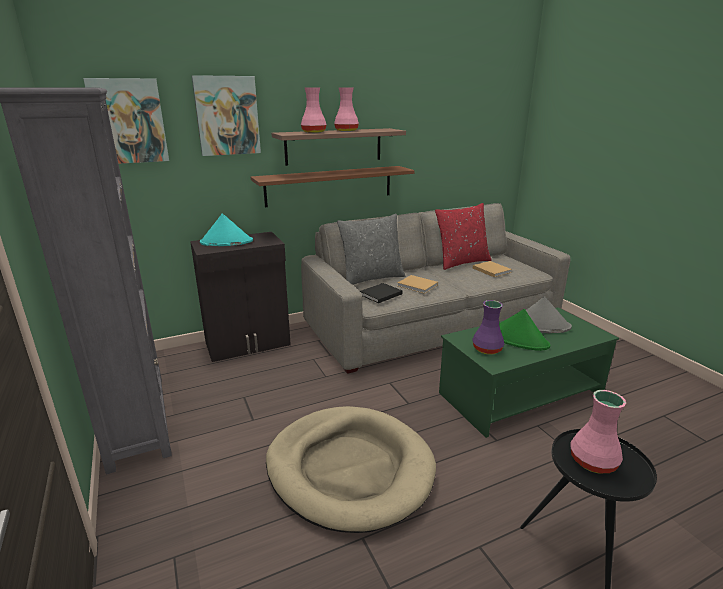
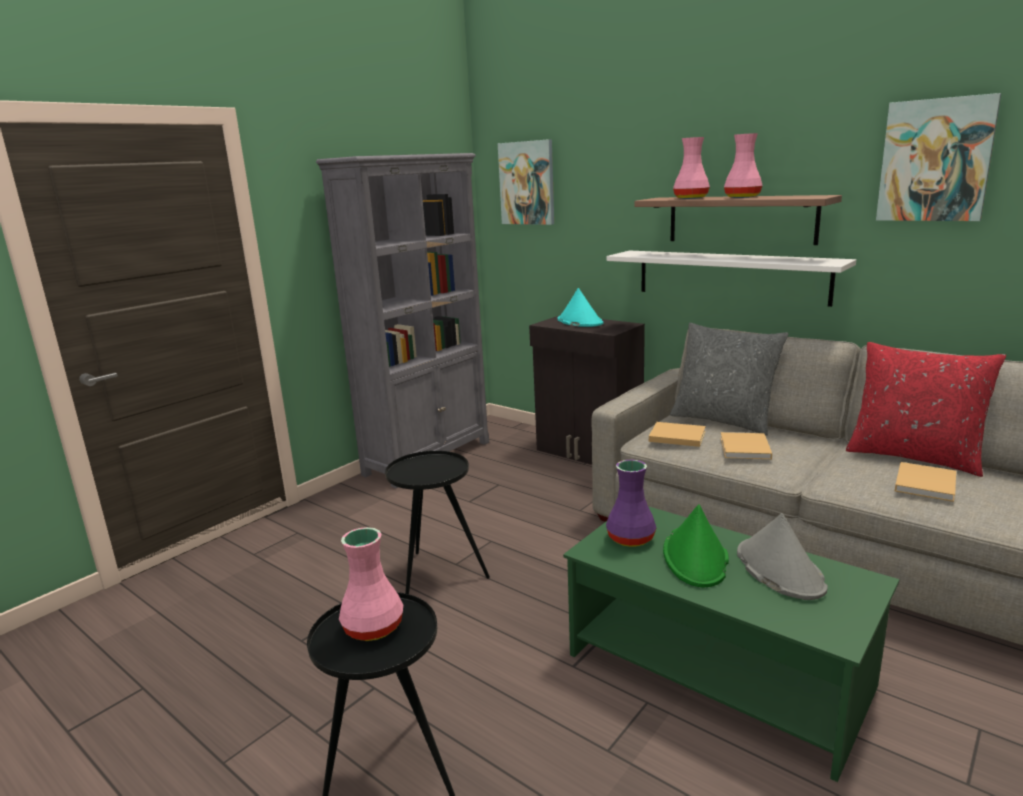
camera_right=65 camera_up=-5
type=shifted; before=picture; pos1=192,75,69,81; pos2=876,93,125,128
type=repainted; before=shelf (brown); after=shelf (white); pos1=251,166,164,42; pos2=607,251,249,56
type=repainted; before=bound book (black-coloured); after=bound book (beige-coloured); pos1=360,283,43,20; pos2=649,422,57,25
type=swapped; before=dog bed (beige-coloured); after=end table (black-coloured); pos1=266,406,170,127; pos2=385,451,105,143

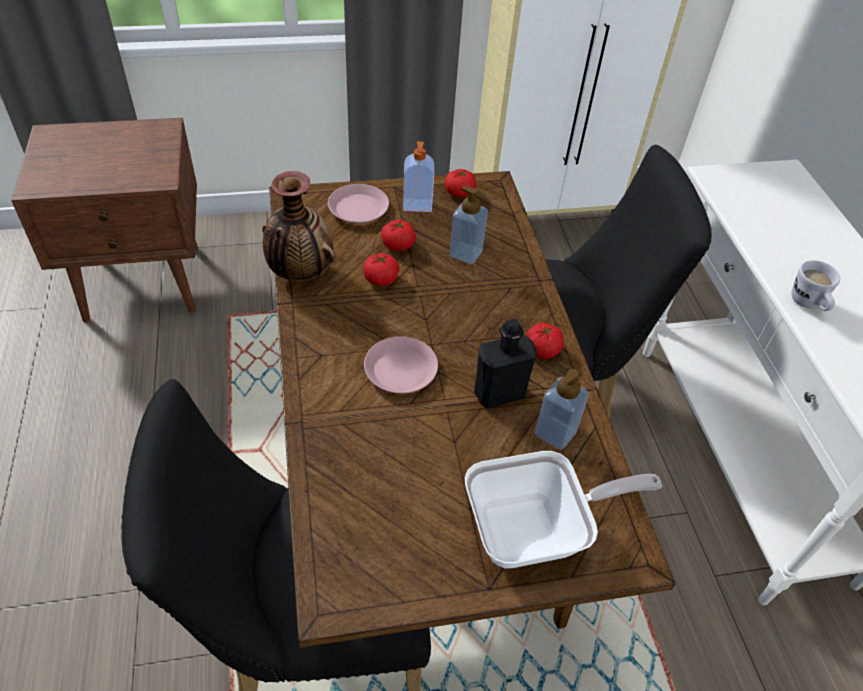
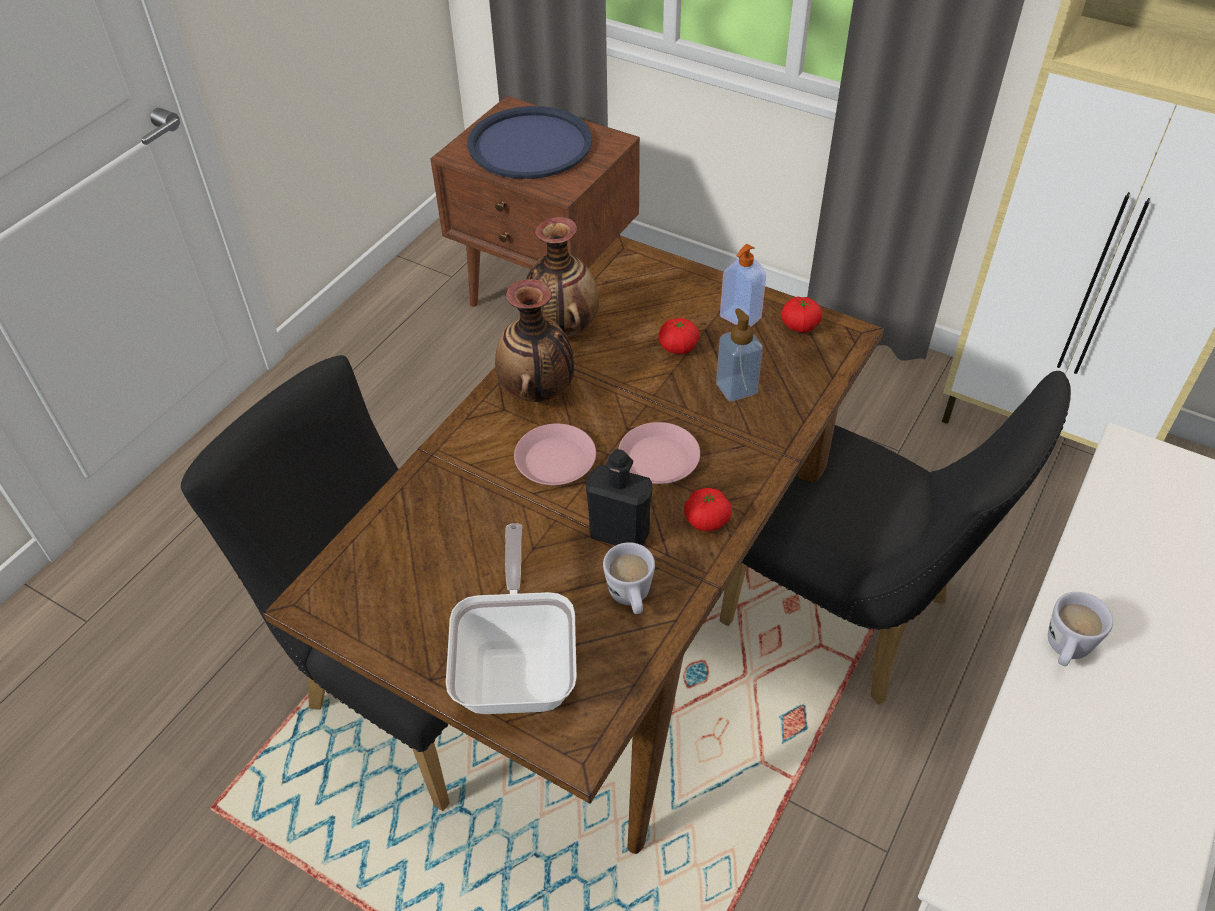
camera_right=45 camera_up=0
type=shifted; before=plate (pink); pos1=328,184,61,40; pos2=618,422,82,62
type=gone; before=fresh tomato; pos1=363,253,36,33
type=swapped; before=liquid soap bottle; after=coffee mug (white); pos1=535,369,54,81; pos2=603,542,52,72
type=rotated; before=frying pan; pos1=465,451,197,117; pos2=446,523,131,191; turn=-120
type=new; after=tray (blue); pos2=467,106,125,73
type=new; after=decorative vase; pos2=495,279,79,123

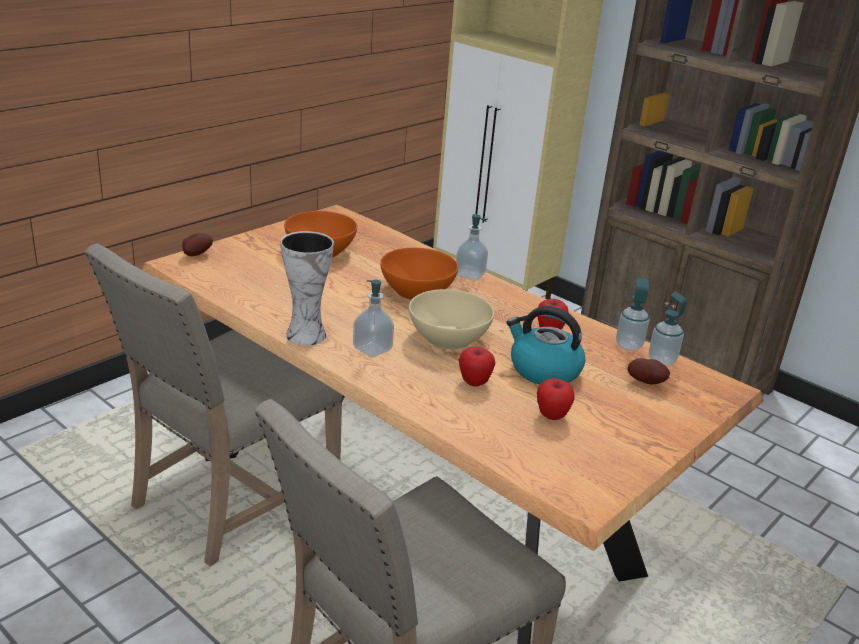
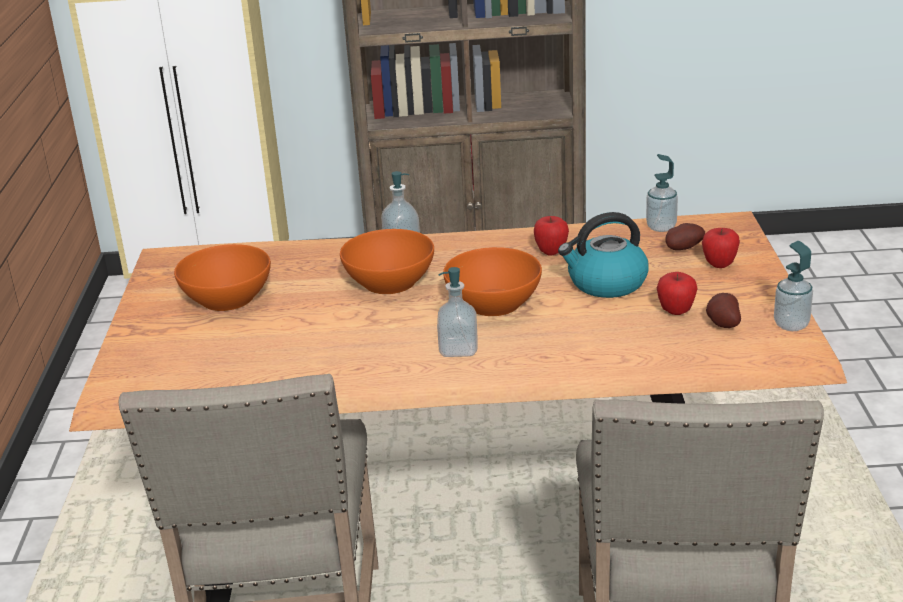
camera_right=-40 camera_up=0
type=gone; before=decorative vase; pos1=281,231,53,115
type=shifted; before=whole potato; pos1=182,233,31,23; pos2=706,293,35,35
type=shifted; before=liquid soap bottle; pos1=616,278,34,72; pos2=774,241,39,90
type=repainted; before=serving bowl (beige-coloured); after=serving bowl (orange); pos1=409,289,85,61; pos2=443,247,99,69
type=shifted; before=apple; pos1=459,347,37,40; pos2=702,228,38,40

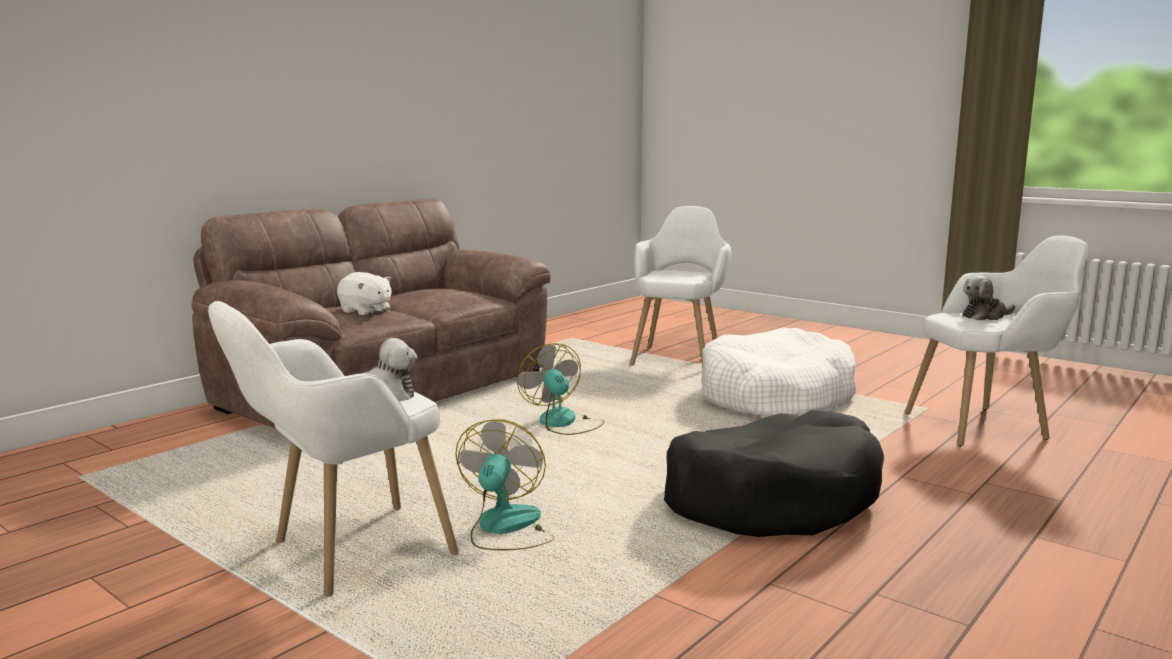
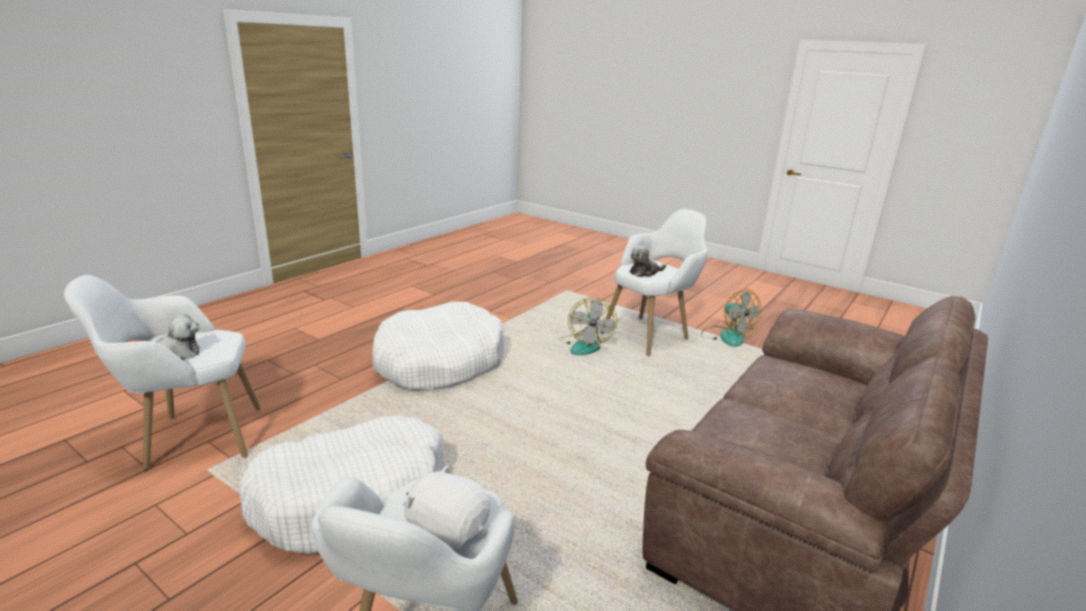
camera_right=175 camera_up=10
type=shifted; before=plush toy (white); pos1=337,272,55,44; pos2=403,464,87,88
type=shifted; before=cooling fan; pos1=517,343,87,92; pos2=701,289,60,58
type=repainted; before=dog bed (black-coloured); after=dog bed (white); pos1=664,410,220,127; pos2=372,302,133,88

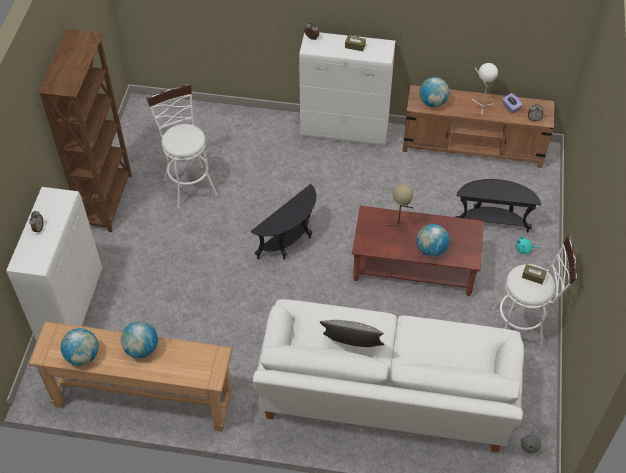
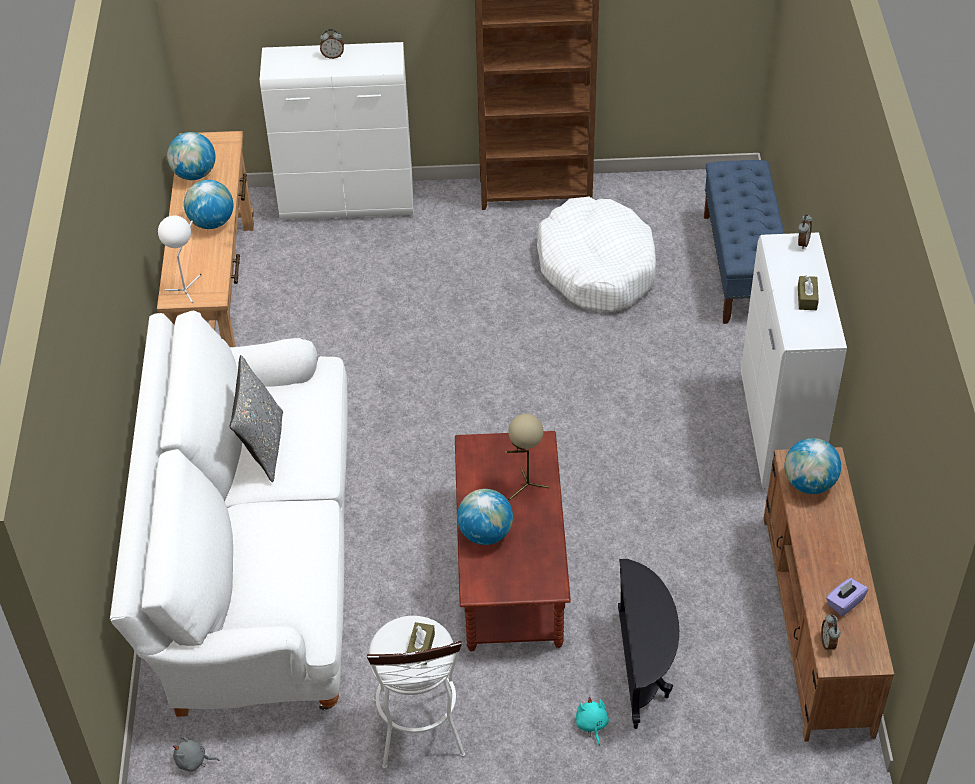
camera_right=80 camera_up=-5
type=shifted; before=tabletop lamp (white); pos1=471,63,27,52; pos2=158,215,43,88
type=swapped; before=stool seat (white); after=dog bed (white); pos1=146,84,72,125; pos2=537,197,119,115
type=gone; before=end table (black-coloured); pos1=251,184,66,76
type=new; after=long seat (blue); pos2=704,160,81,164

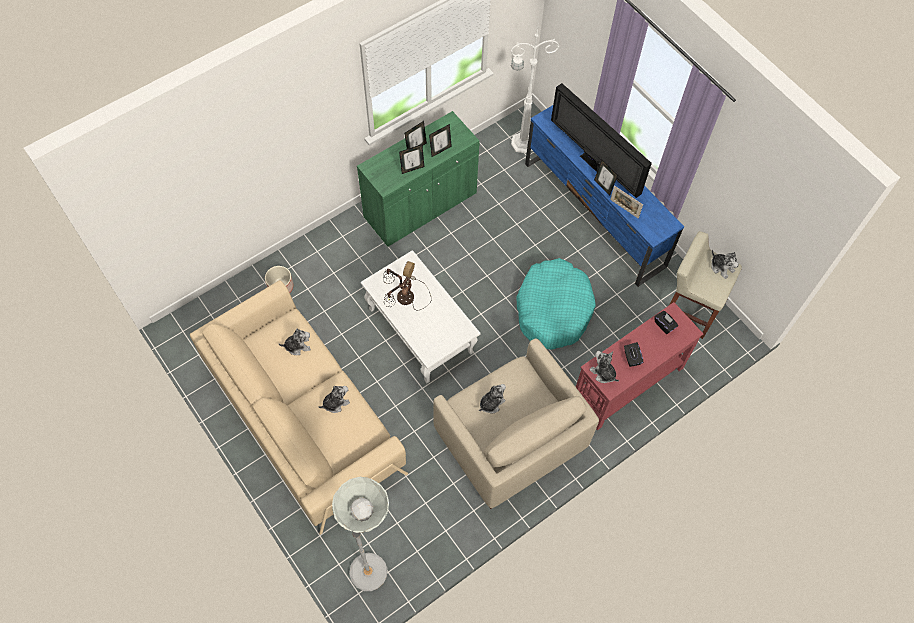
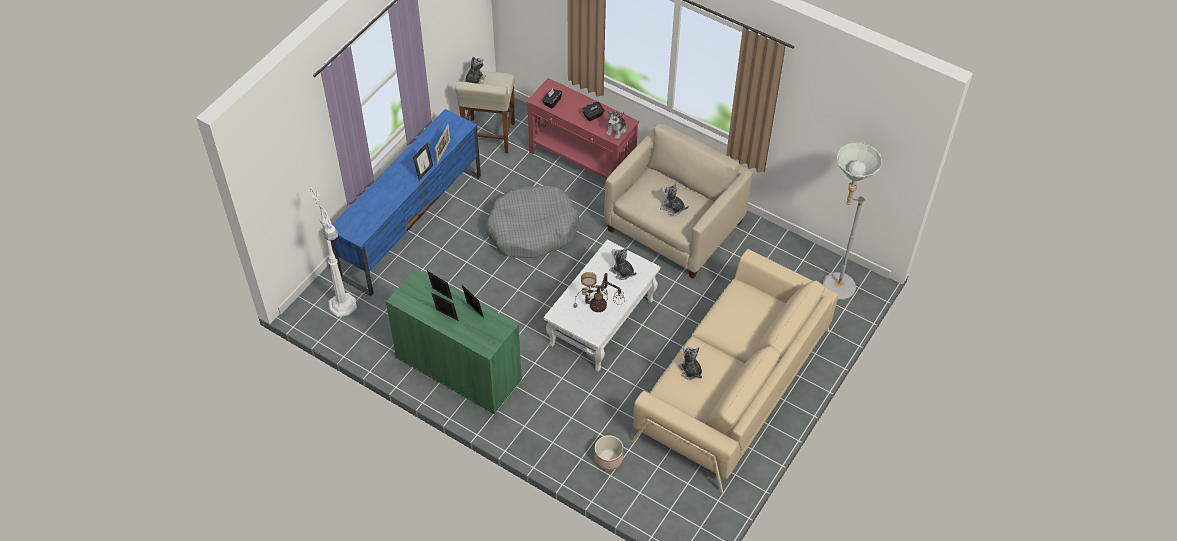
camera_right=-110 camera_up=-10
type=gone; before=TV; pos1=551,83,101,115
type=repainted; before=dog bed (turquoise-coloured); after=dog bed (grey); pos1=516,258,80,92; pos2=486,186,93,72
type=shifted; before=plush toy; pos1=318,386,32,27; pos2=609,247,27,33

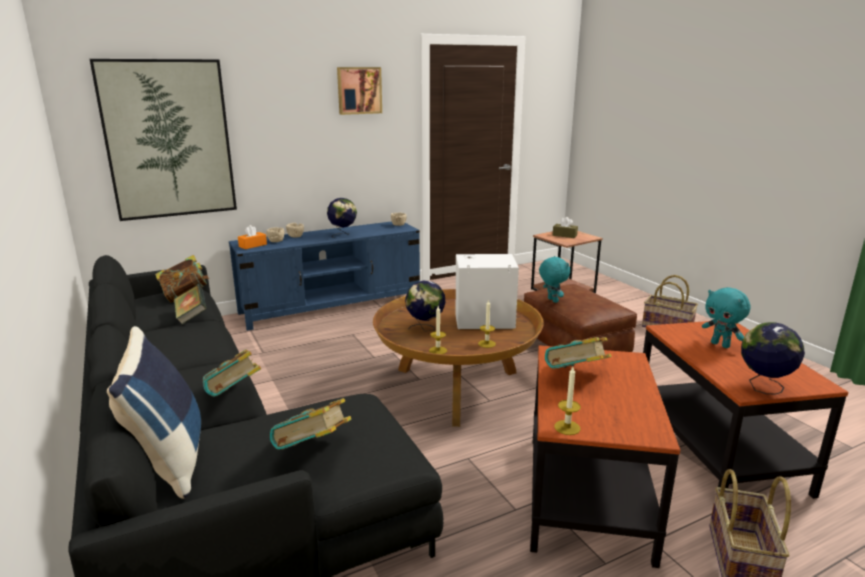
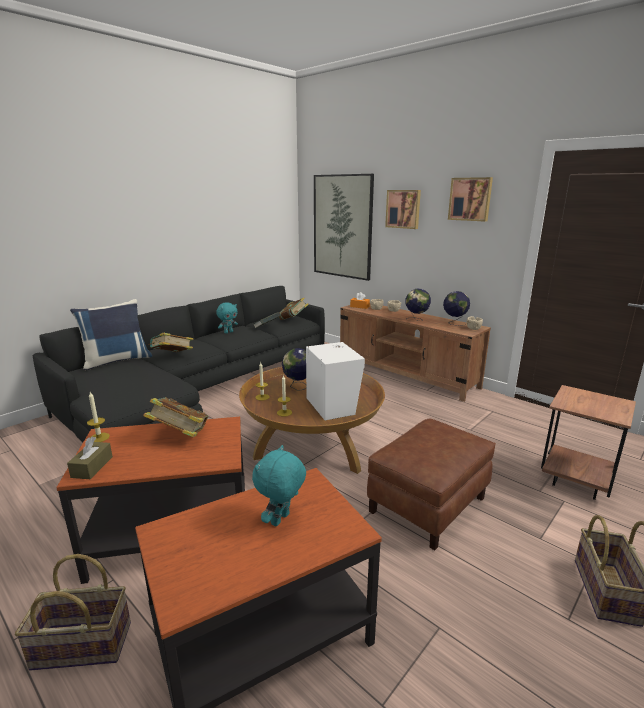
camera_right=70 camera_up=0
type=shifted; before=box of tissues (brown); pos1=553,217,25,21; pos2=67,437,46,42
type=repainted; before=media console (blue); after=media console (brown); pos1=229,221,191,110; pos2=340,304,151,98
type=shifted; before=plush toy (turquoise-coloured); pos1=539,256,31,47; pos2=216,302,22,32
type=shifted; before=desk globe; pos1=741,322,64,72; pos2=443,291,27,35
type=gone; before=bound book; pos1=270,398,81,52
type=new; after=picture; pos2=385,190,36,39

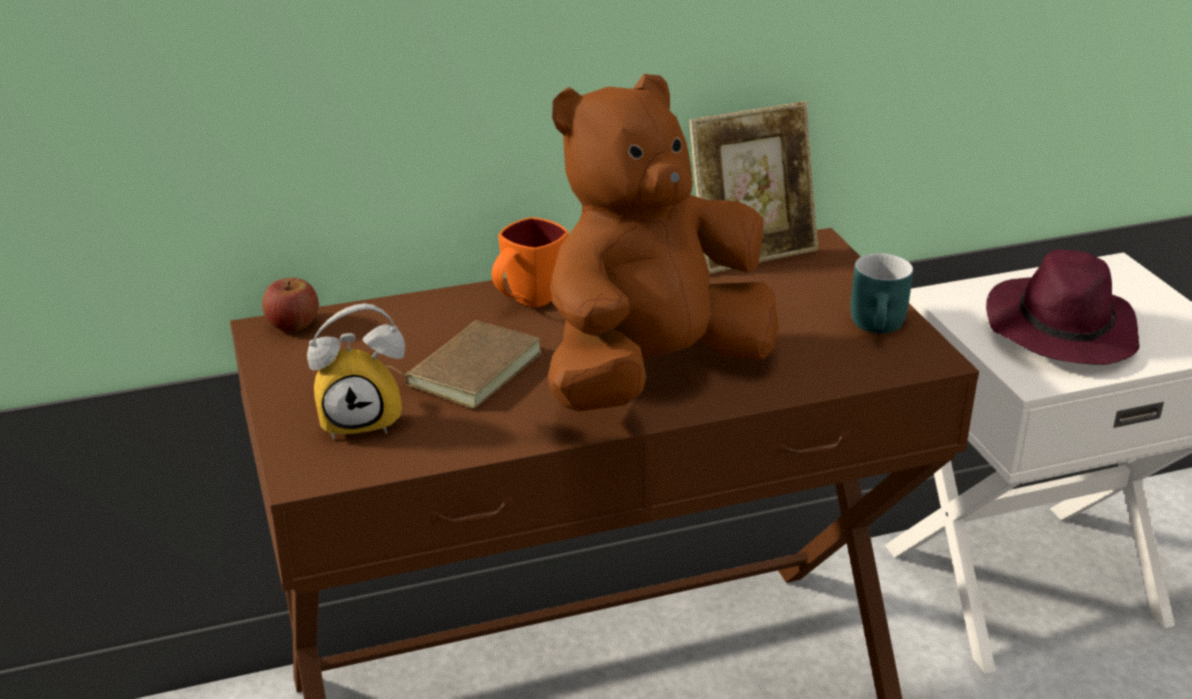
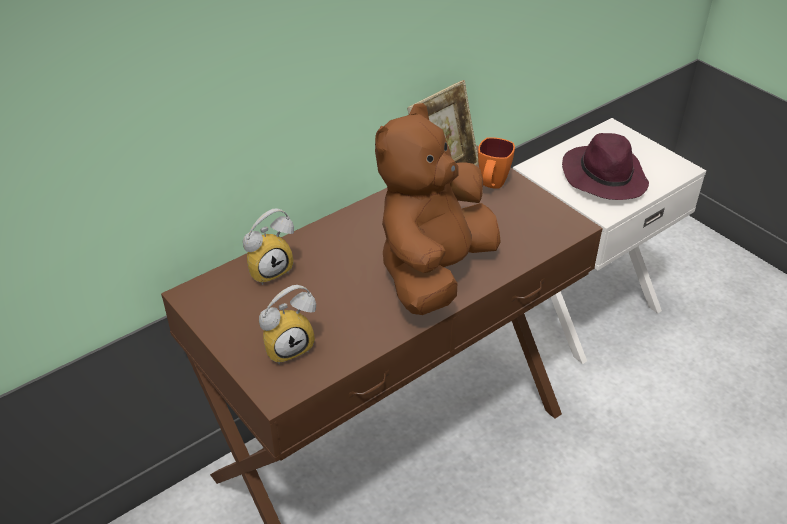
camera_right=-20 camera_up=10
type=shifted; before=coffee mug (orange); pos1=492,217,76,91; pos2=478,137,37,52
type=gone; before=coffee mug (turquoise-coloured); pos1=851,253,62,80
type=gone; before=apple; pos1=262,278,57,54
type=gone; before=bound book (brown); pos1=386,320,156,88
type=new; after=alarm clock; pos2=243,208,51,77

